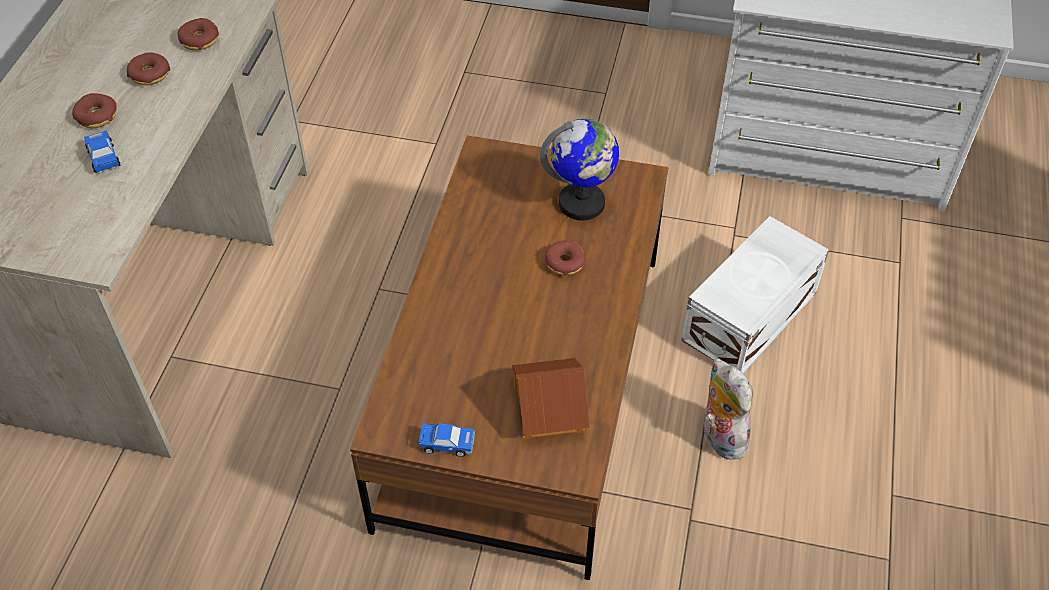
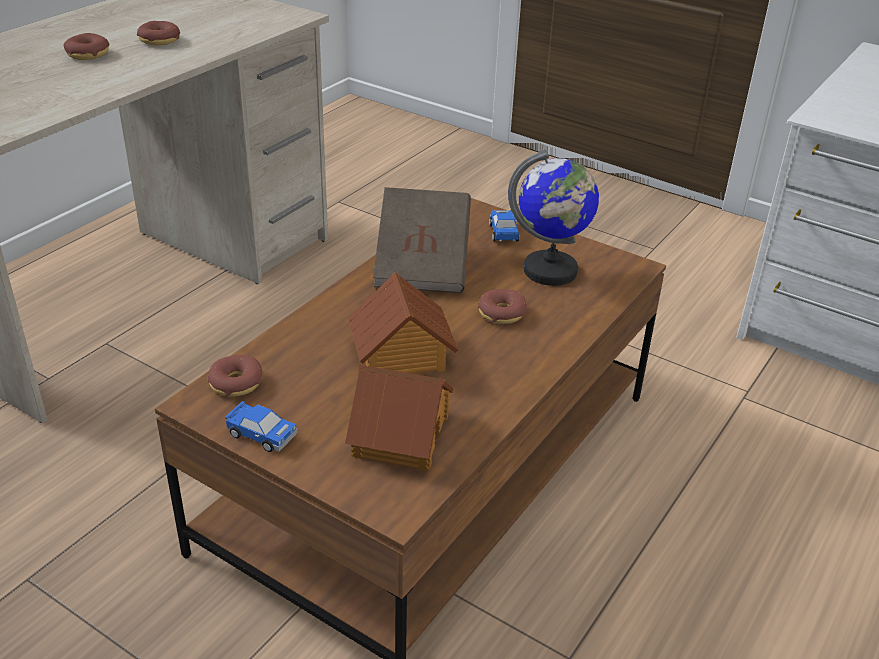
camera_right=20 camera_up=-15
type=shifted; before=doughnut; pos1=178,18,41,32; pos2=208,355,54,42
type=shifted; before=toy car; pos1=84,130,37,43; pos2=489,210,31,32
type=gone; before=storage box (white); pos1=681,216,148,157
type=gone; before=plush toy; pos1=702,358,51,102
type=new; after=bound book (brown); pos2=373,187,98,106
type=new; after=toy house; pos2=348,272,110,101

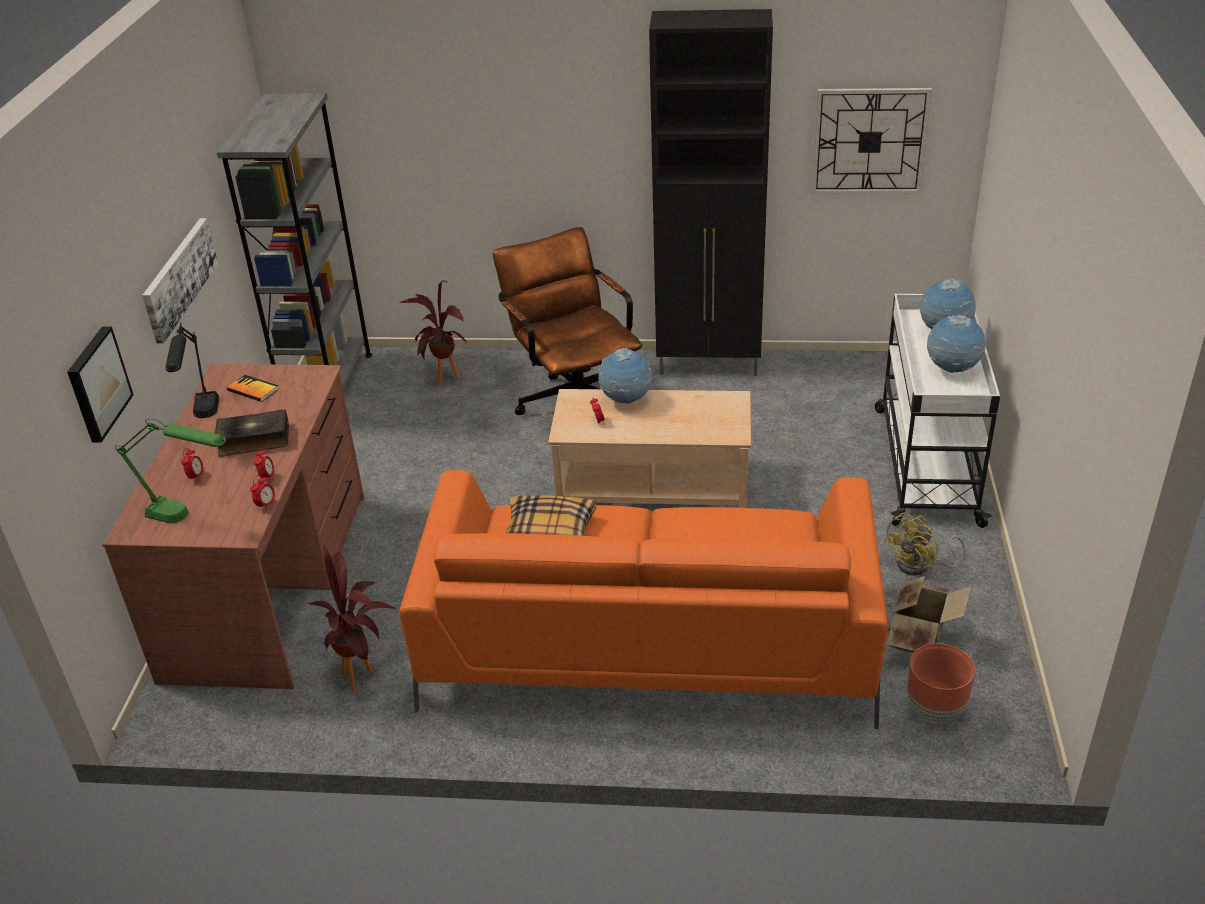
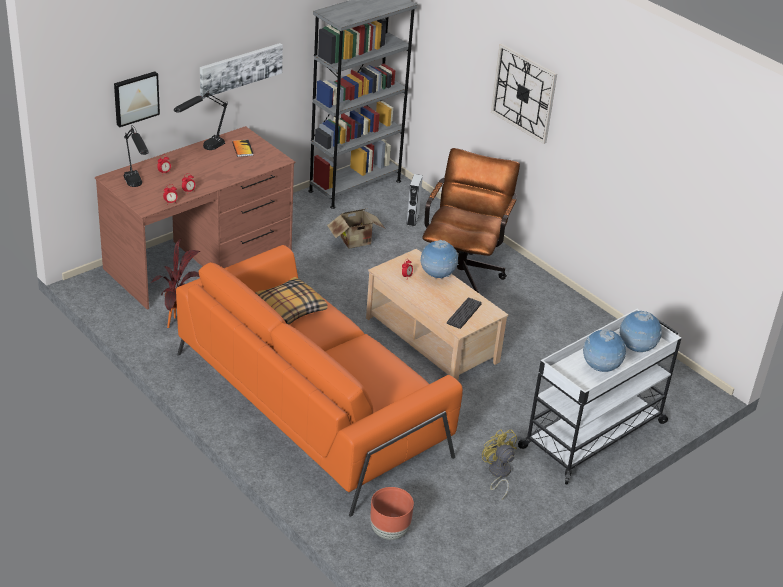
camera_right=40 camera_up=0
type=gone; before=cabinet (black-coloured); pos1=649,9,124,367
type=shifted; before=hanging clock; pos1=812,88,120,106; pos2=491,44,66,100
type=swapped; before=houseplant; after=speaker (grey); pos1=400,280,67,106; pos2=406,174,17,53
type=gone; before=bound book; pos1=215,409,74,48
type=repainted; before=tabletop lamp (green); after=tabletop lamp (black-coloured); pos1=115,419,111,104; pos2=124,125,25,62
type=rotated; before=cooling fan (yellowish); pos1=883,513,83,62; pos2=482,429,35,70; turn=60
type=shifted; before=packing box; pos1=887,576,84,77; pos2=327,208,58,41
type=new; after=PC keyboard; pos2=447,298,35,31

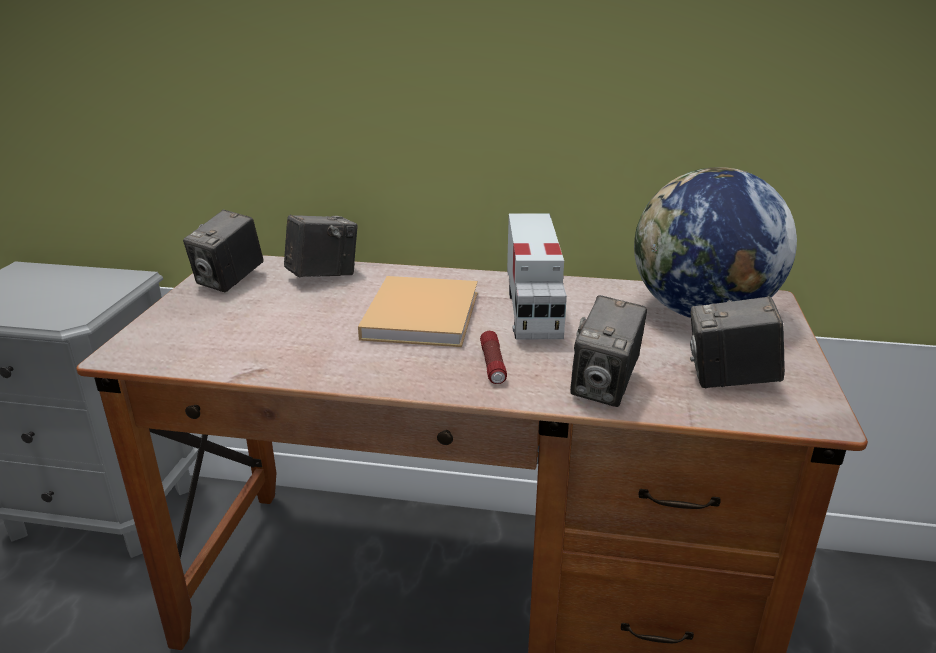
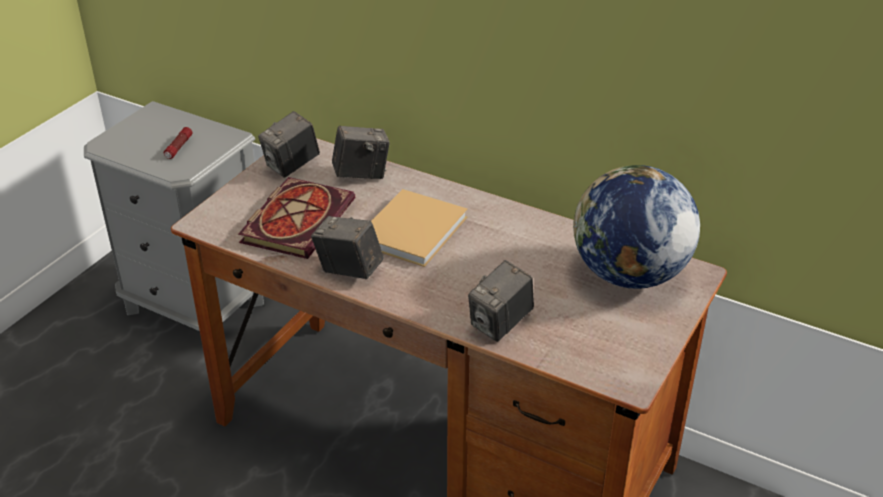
camera_right=20 camera_up=10
type=gone; before=toy truck; pos1=507,214,60,125
type=shifted; before=photo camera; pos1=690,296,95,92; pos2=311,216,73,63
type=shifted; before=flashlight; pos1=480,331,27,53; pos2=164,127,28,32
type=new; after=bound book; pos2=238,177,117,82

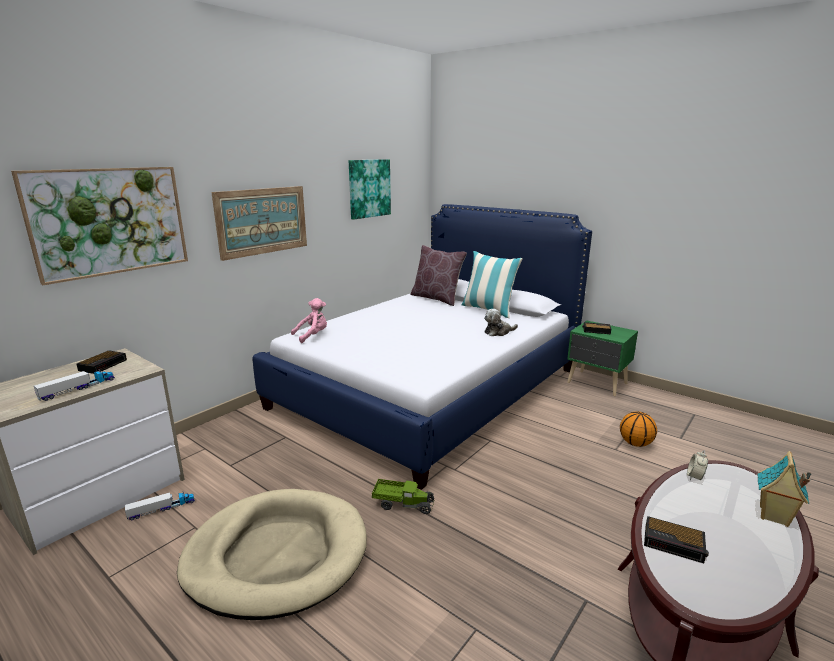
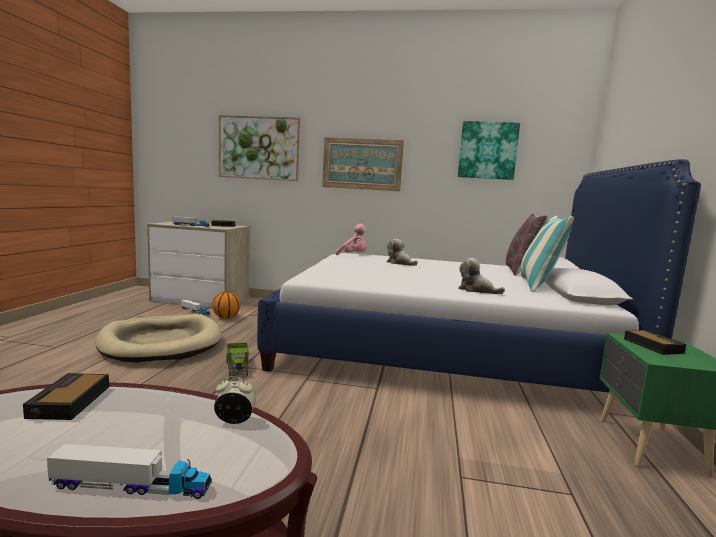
camera_right=60 camera_up=-10
type=shifted; before=basketball ball; pos1=620,411,37,36; pos2=212,291,28,28
type=swapped; before=toy house; after=toy truck; pos1=758,451,54,76; pos2=47,444,165,55
type=new; after=plush toy; pos2=387,239,31,27

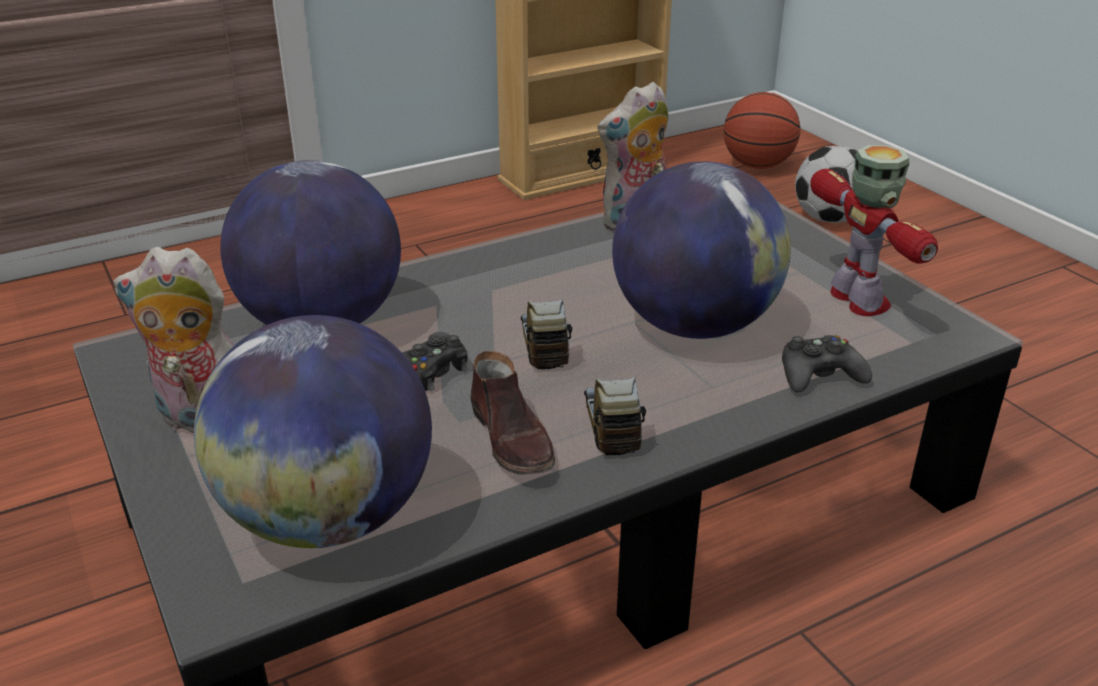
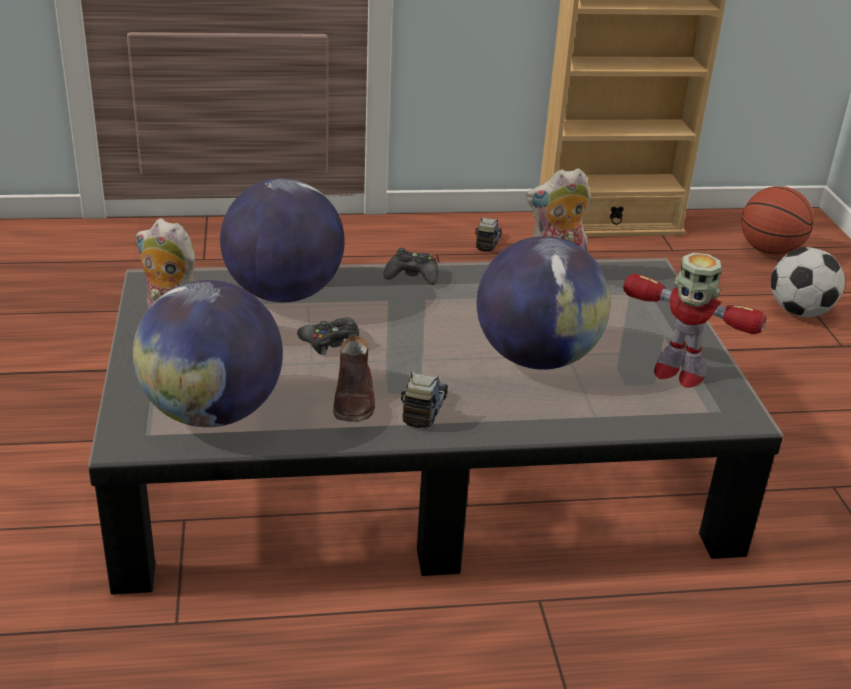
camera_right=20 camera_up=0
type=rotated; before=model robot; pos1=810,145,128,171; pos2=623,253,143,135; turn=120
type=shifted; before=toy truck; pos1=521,298,51,72; pos2=475,217,26,35
type=shifted; before=gamepad (black-coloured); pos1=782,335,90,57; pos2=384,248,54,37

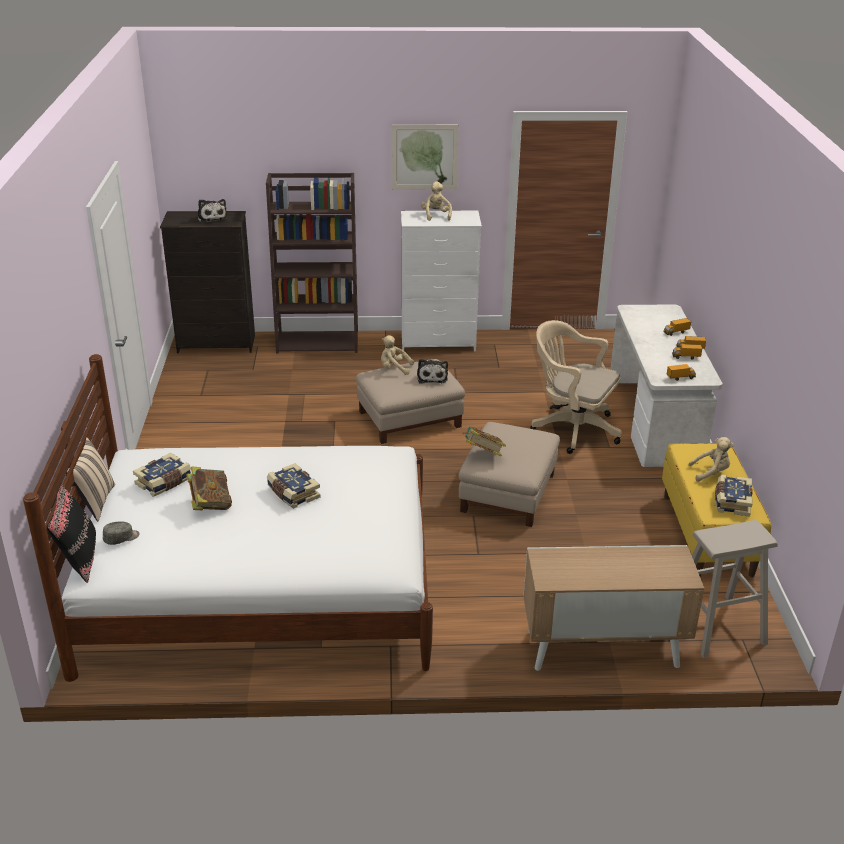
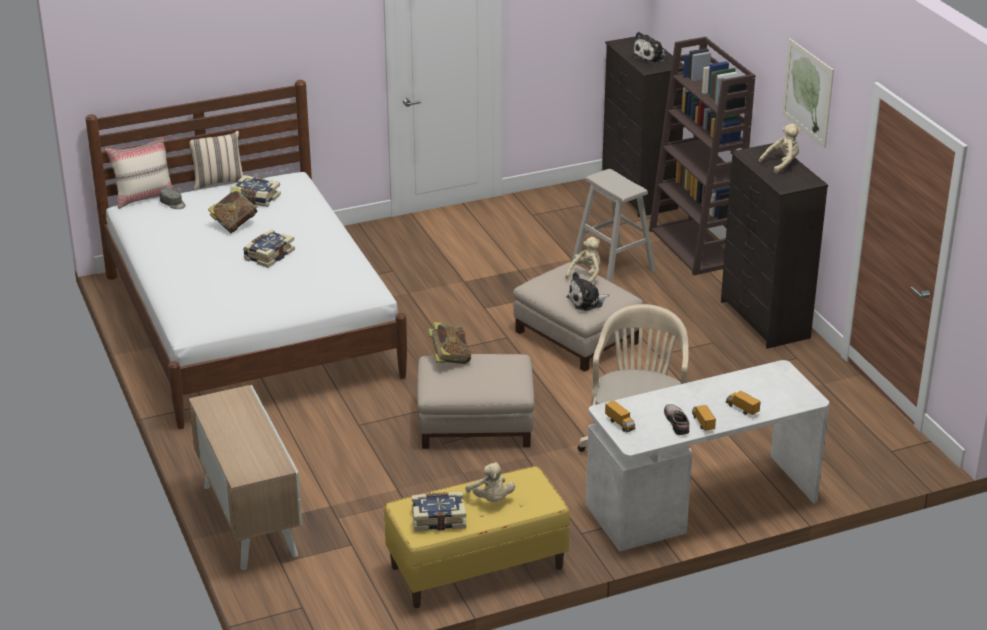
camera_right=70 camera_up=0
type=repainted; before=drawer chest (white); after=drawer chest (black-coloured); pos1=401,211,81,140; pos2=721,143,107,206
type=rotated; before=plush toy (beige-coloured); pos1=381,335,33,40; pos2=565,237,35,46; turn=45
type=swapped; before=toy truck; after=low shoe; pos1=672,344,30,16; pos2=664,404,26,31
type=repainted; before=cushion (black-coloured); after=cushion (beige-coloured); pos1=46,484,50,99; pos2=105,136,68,73
type=shifted; before=stool seat (beige-coloured); pos1=692,520,86,138; pos2=571,169,85,113

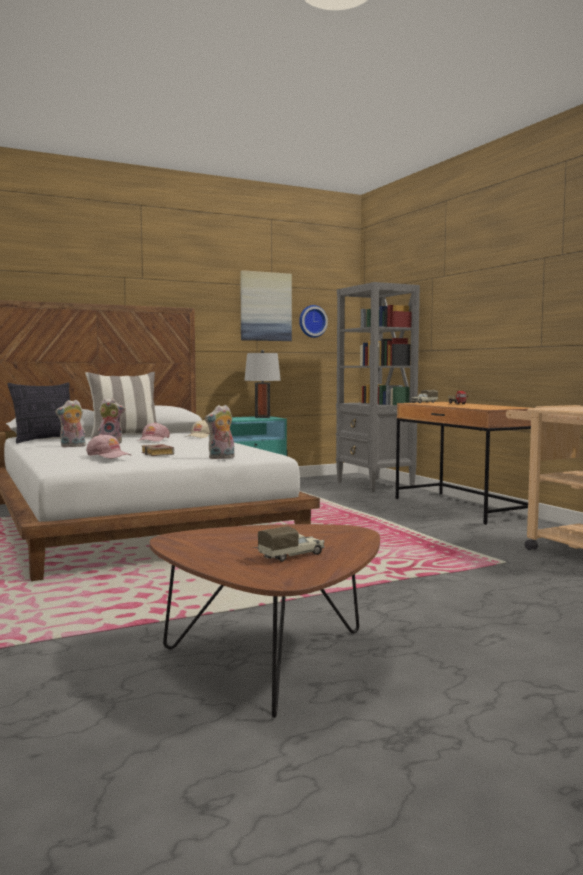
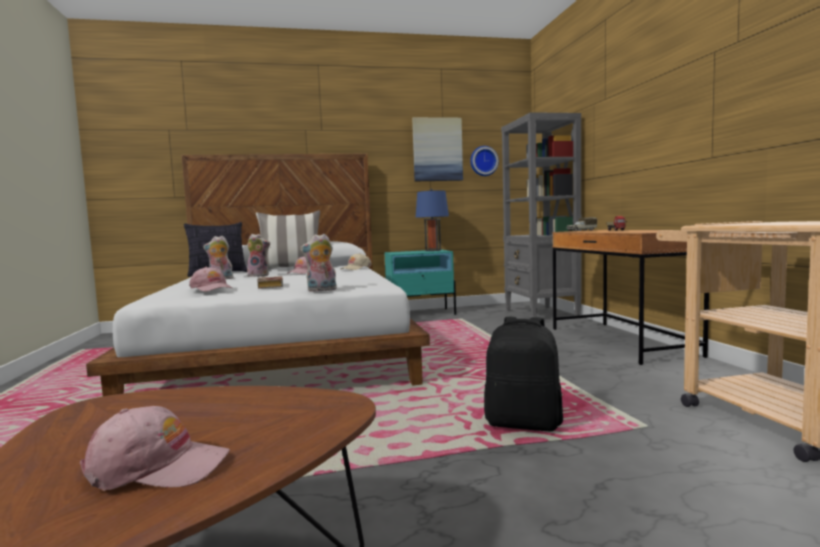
camera_right=15 camera_up=0
type=repainted; before=tabletop lamp (grey); after=tabletop lamp (blue); pos1=244,350,37,68; pos2=415,188,34,63
type=swapped; before=toy truck; after=baseball cap (pink); pos1=258,526,67,36; pos2=80,406,150,85
type=new; after=rucksack (black-coloured); pos2=484,317,79,114

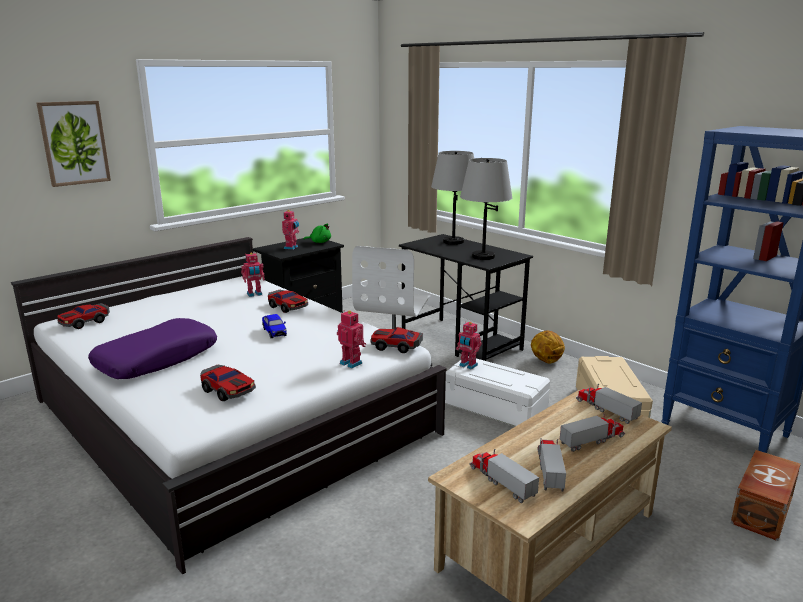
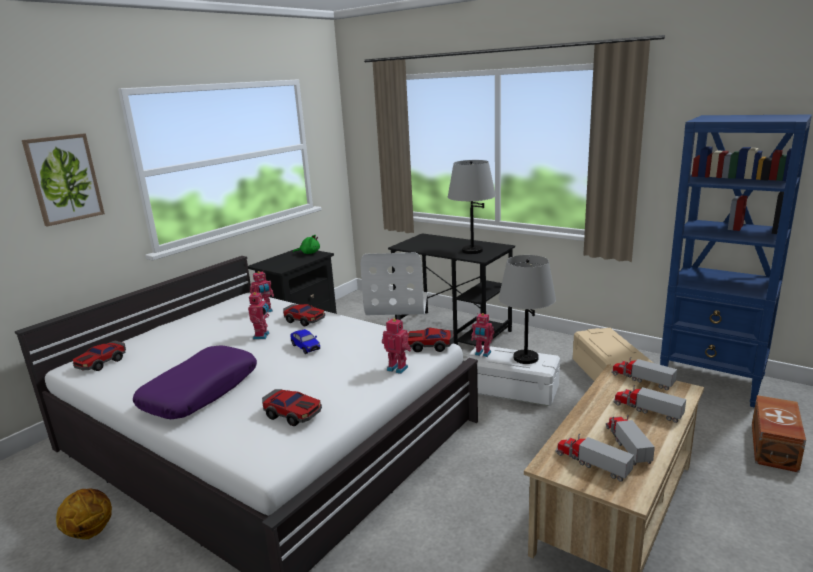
camera_right=-10 camera_up=0
type=shifted; before=tabletop lamp (grey); pos1=431,151,43,94; pos2=499,255,57,109
type=shifted; before=model robot; pos1=282,210,17,40; pos2=248,291,21,48
type=shifted; before=basketball ball; pos1=531,331,34,33; pos2=56,489,56,51
type=rotated; before=toy truck; pos1=560,413,65,39; pos2=614,385,72,38; turn=-105

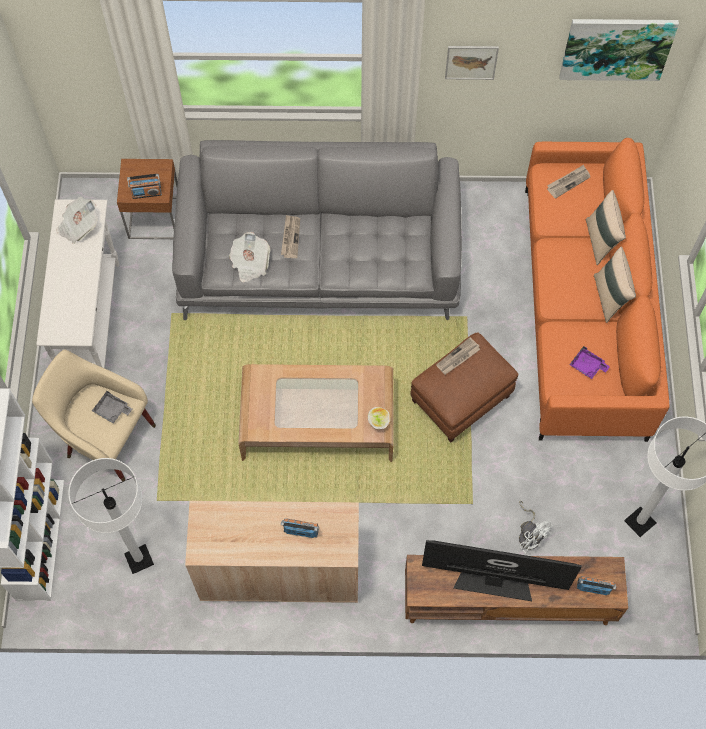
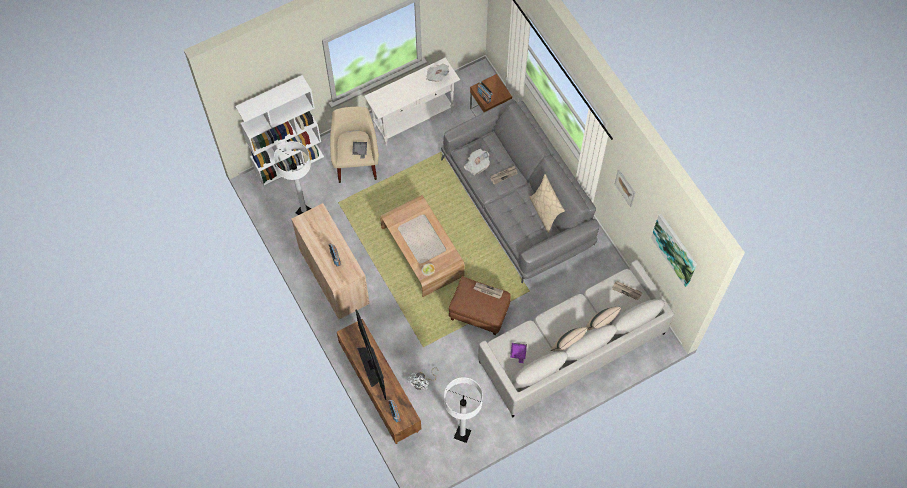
camera_right=60 camera_up=0
type=repainted; before=settee (orange); after=settee (grey); pos1=525,138,144,304; pos2=478,260,196,158
type=new; after=cushion (beige-coloured); pos2=529,174,36,59

